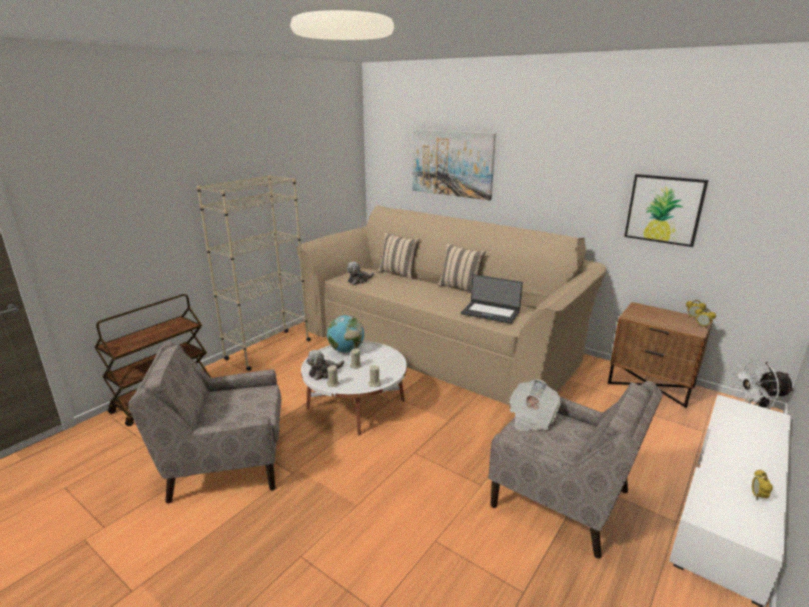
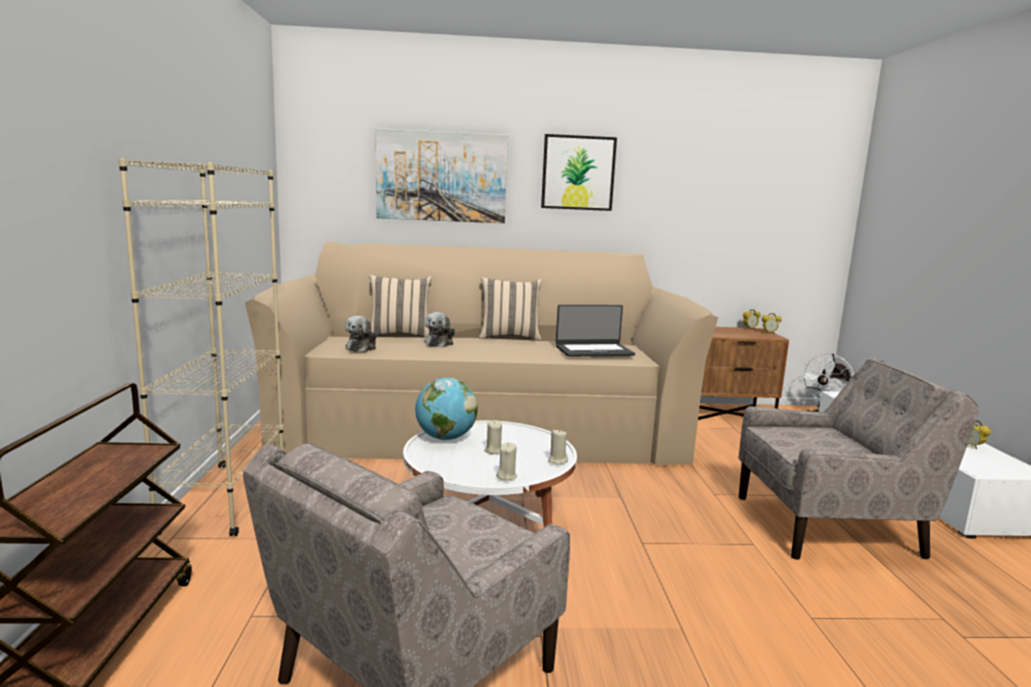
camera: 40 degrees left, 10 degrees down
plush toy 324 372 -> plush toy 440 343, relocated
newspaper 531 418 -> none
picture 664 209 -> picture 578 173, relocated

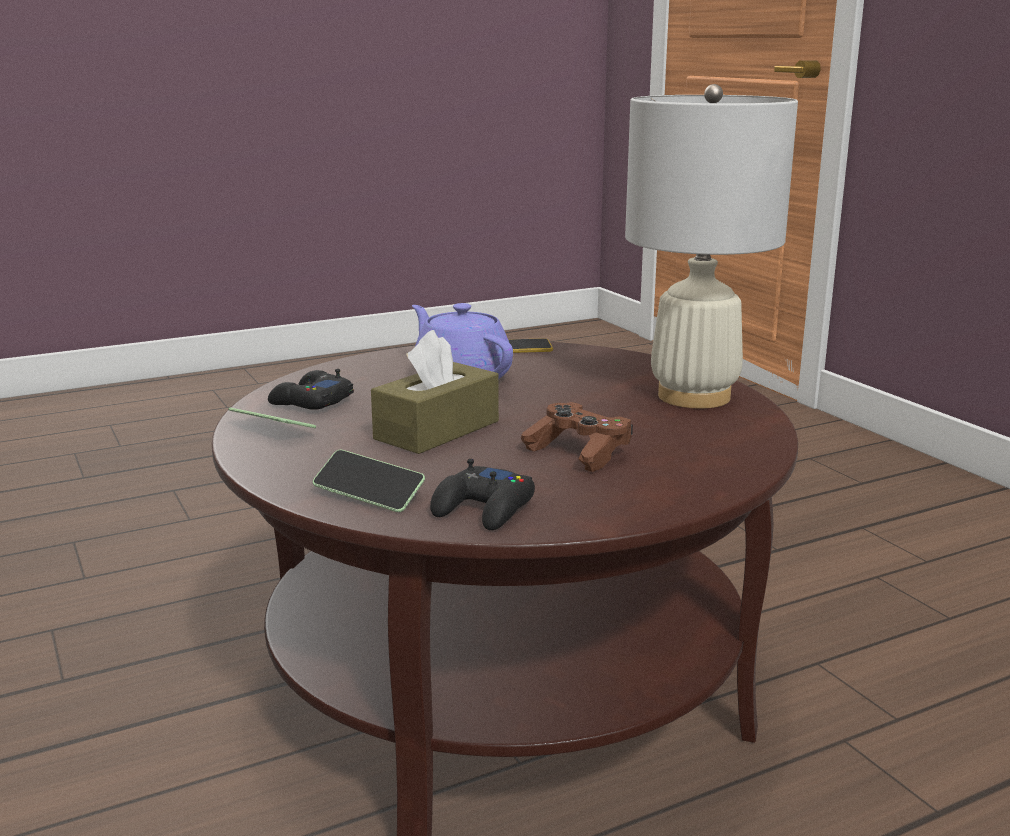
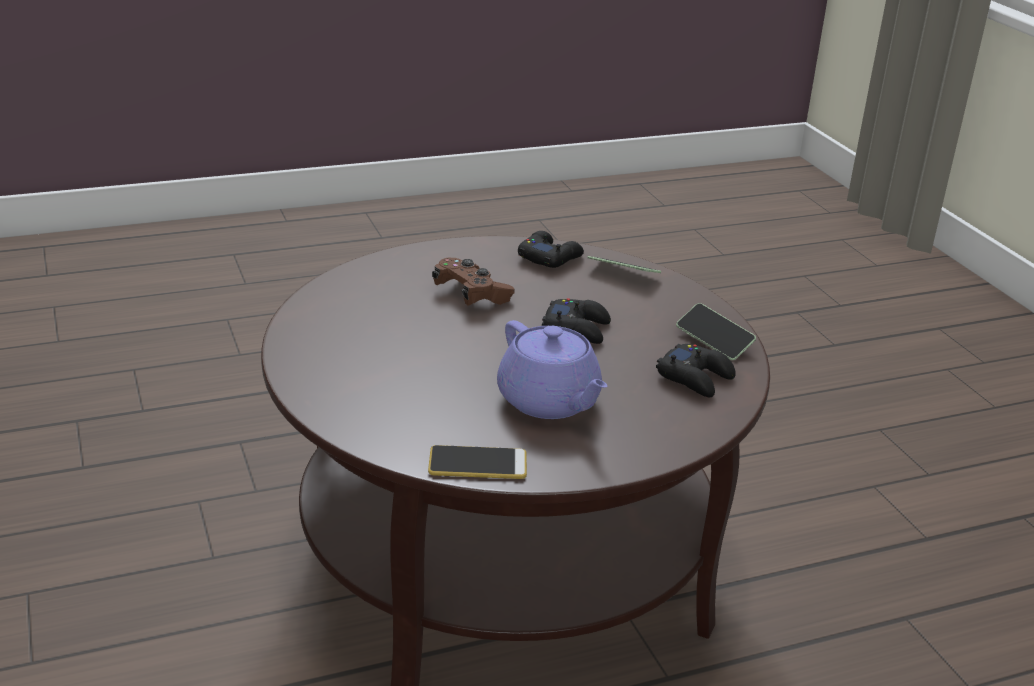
camera: 175 degrees left, 10 degrees up
tissue box/brown 437 430 -> game controller/black 577 328
table lamp/white 694 396 -> none

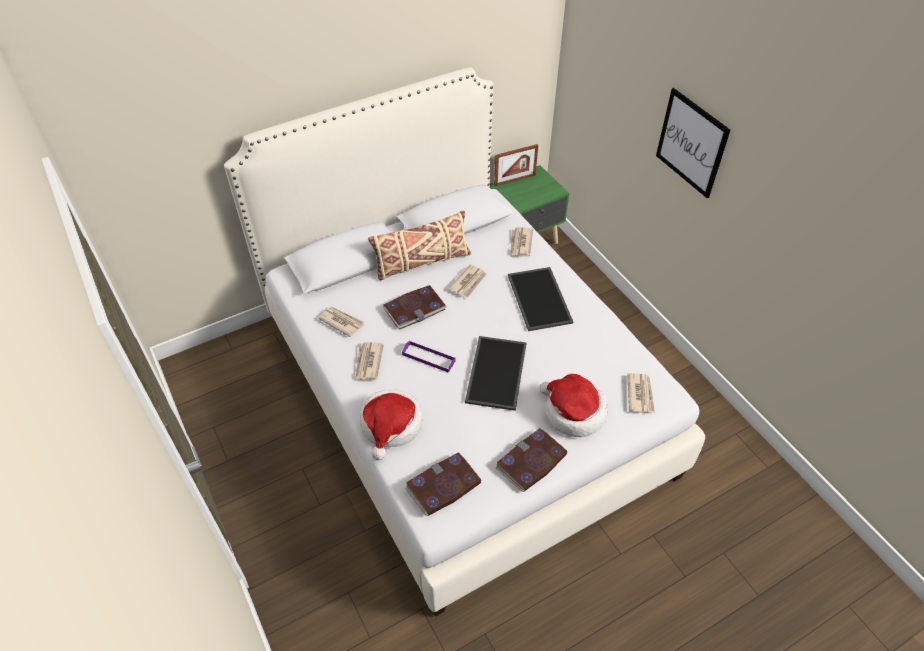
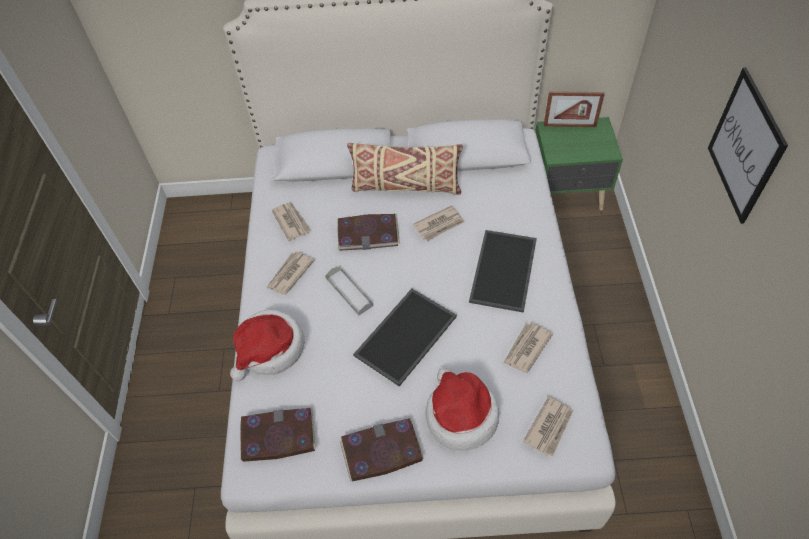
camera: 30 degrees right, 5 degrees up
tray/purple 428 358 -> tray/grey 349 292
newspaper 520 244 -> newspaper 526 348, relocated

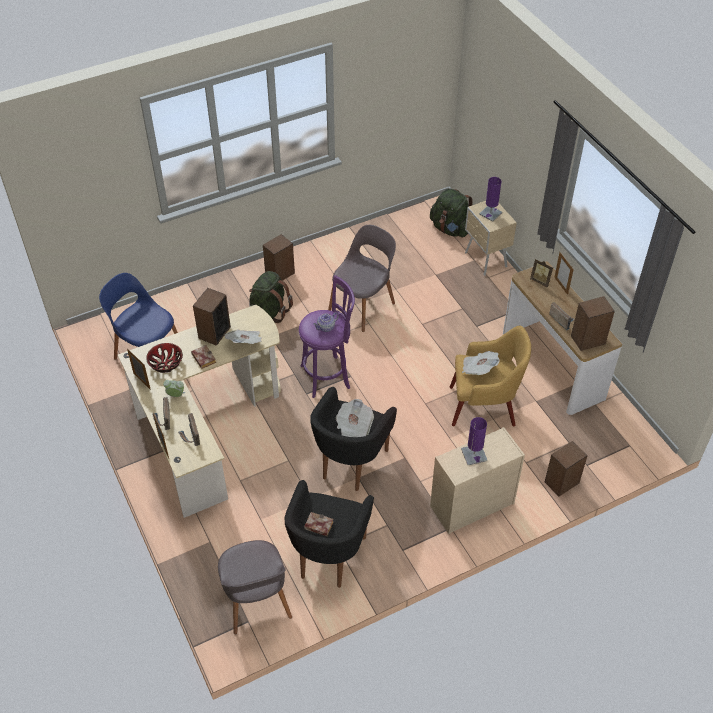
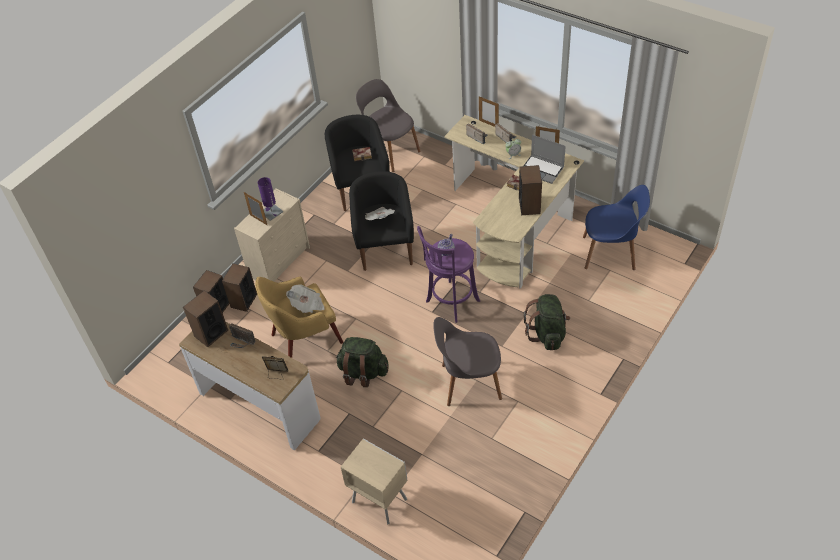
camera: 155 degrees right, 0 degrees up
bowl 165 363 -> laptop 542 170
newspaper 245 343 -> none
speaker 280 274 -> speaker 243 300, relocated
chair/grey 363 305 -> chair/grey 469 382, 75 degrees clockwise
backpack/green 450 229 -> backpack/green 363 372, relocated
table lamp/purple 490 213 -> none
picture frame 561 286 -> picture frame 258 220, relocated

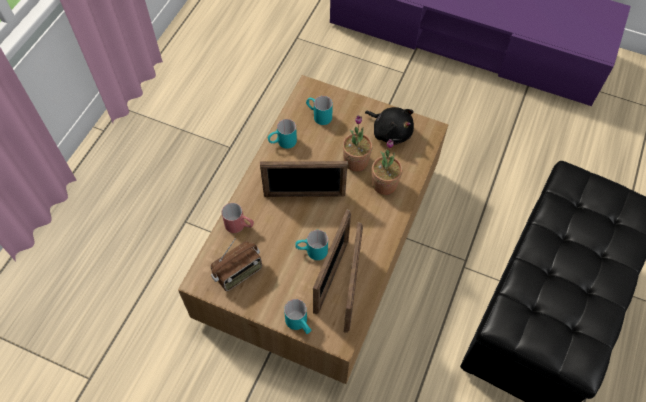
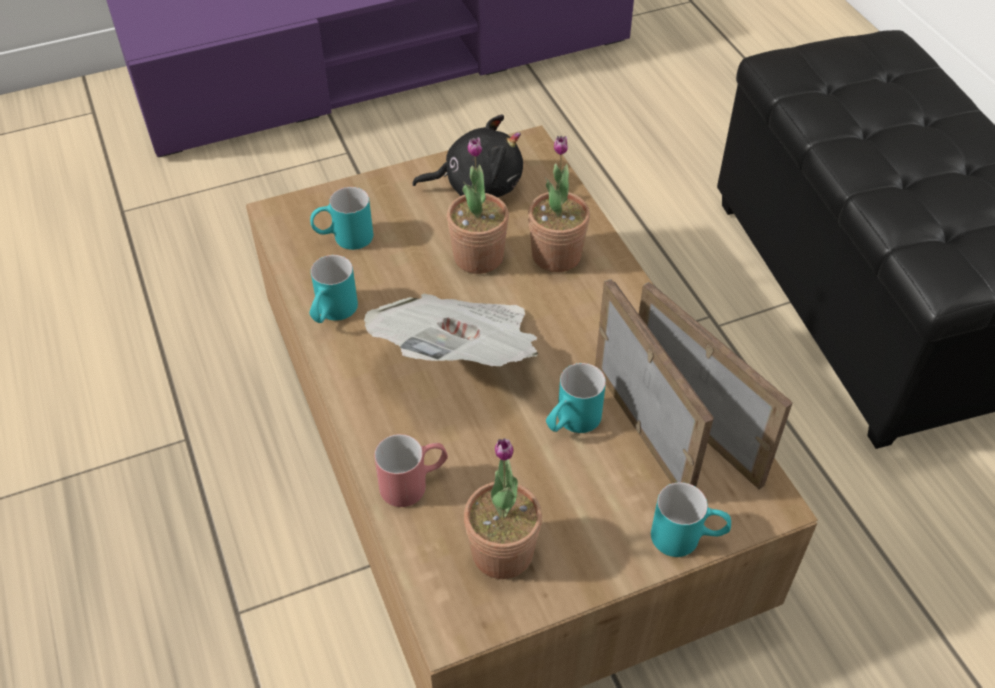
camera: 45 degrees left, 10 degrees down
radio 238 273 -> potted plant 502 552
picture frame 304 195 -> newspaper 461 357

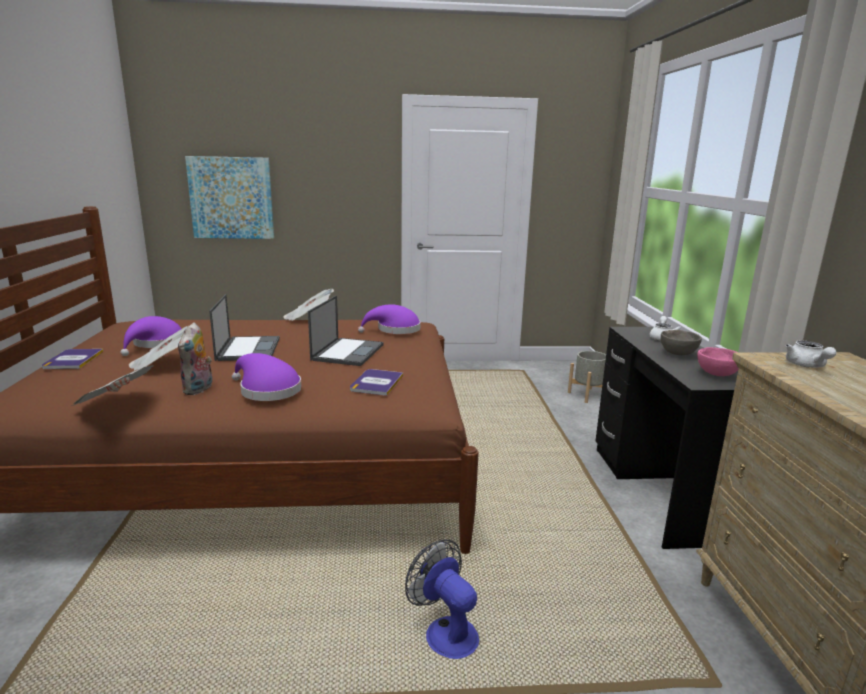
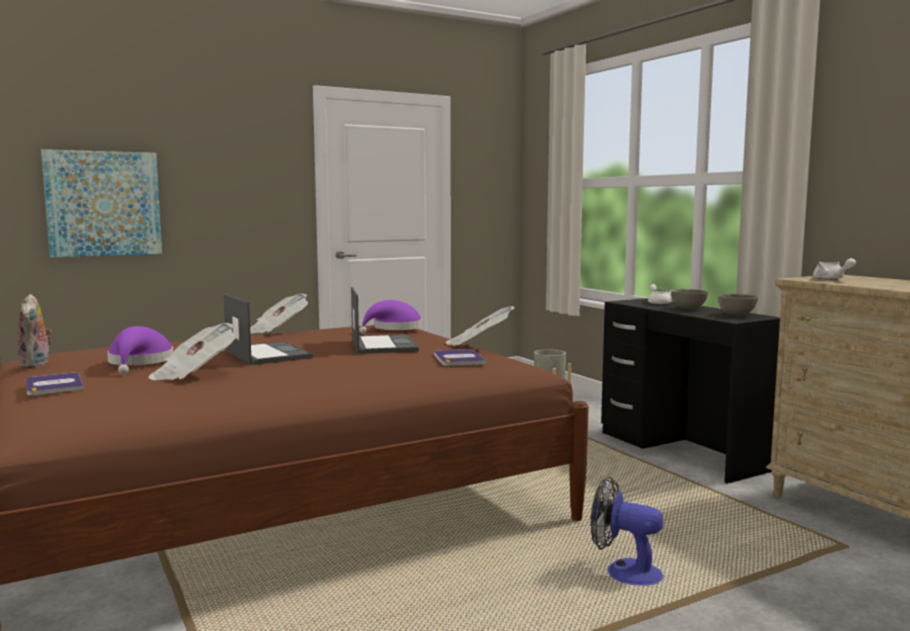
camera: 25 degrees left, 10 degrees down
newspaper 116 404 -> newspaper 478 344, relocated
plush toy 199 389 -> plush toy 36 365, relocated
hat/purple 267 390 -> none
bowl/pink 717 374 -> bowl/grey 736 315

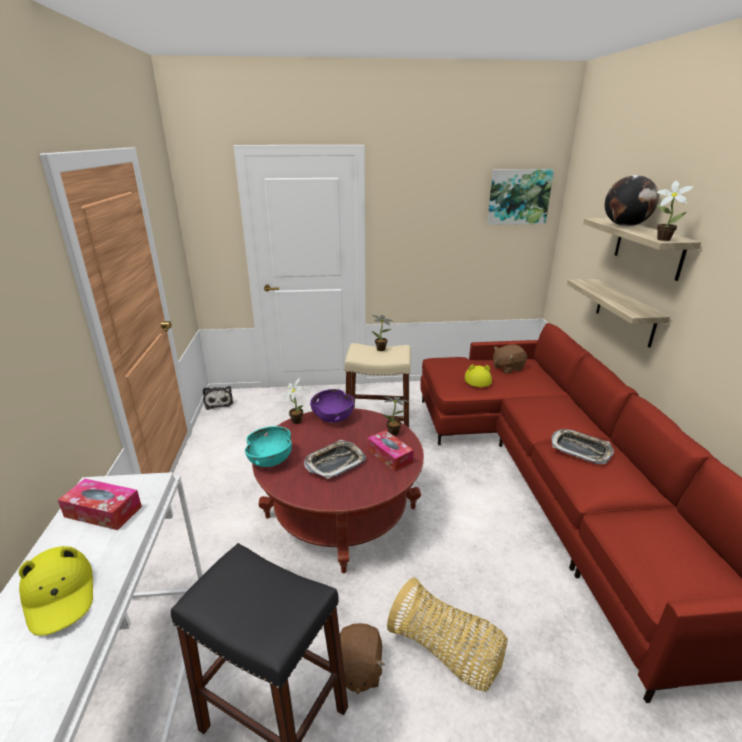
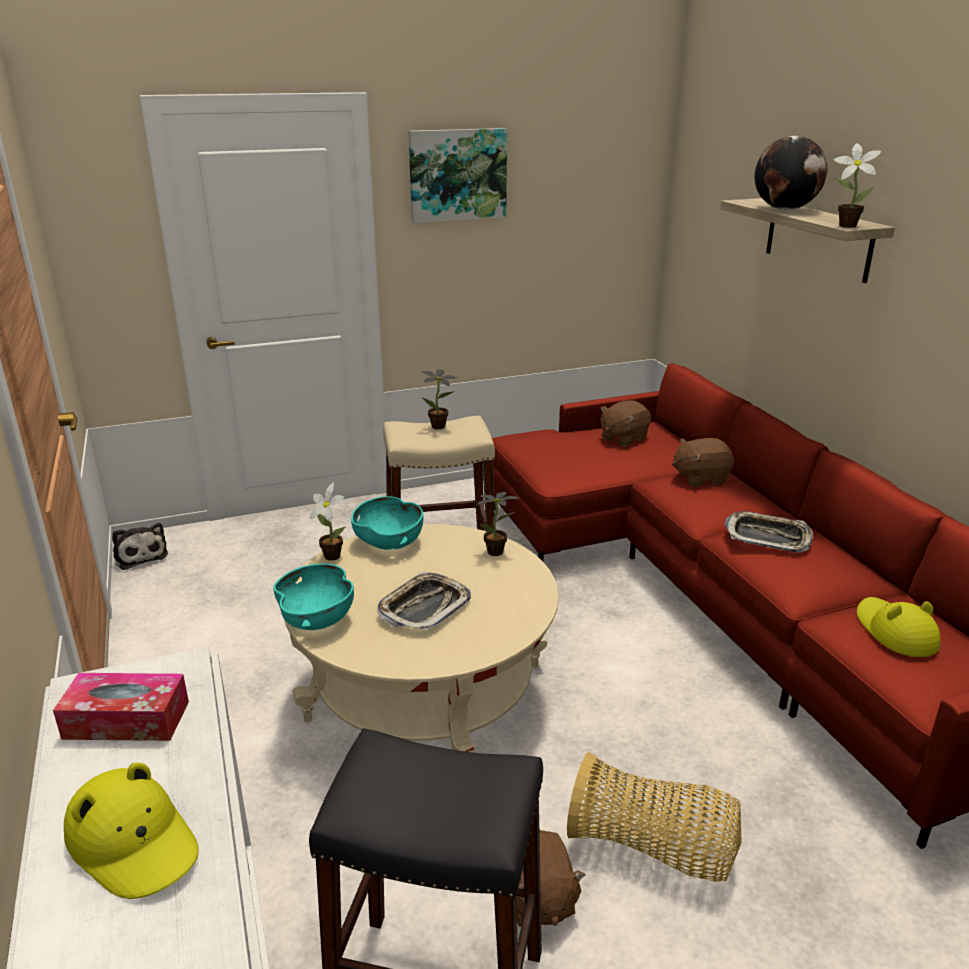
camera: 15 degrees left, 0 degrees up
coffee table/red 341 512 -> coffee table/beige 426 692
bowl/purple 333 417 -> bowl/turquoise 389 542
tissue box 389 456 -> none
hat/yellow 477 379 -> hat/yellow 895 631, relocated
picture 518 197 -> picture 457 175, relocated
shelf 625 312 -> none
none -> plush toy/brown 700 478

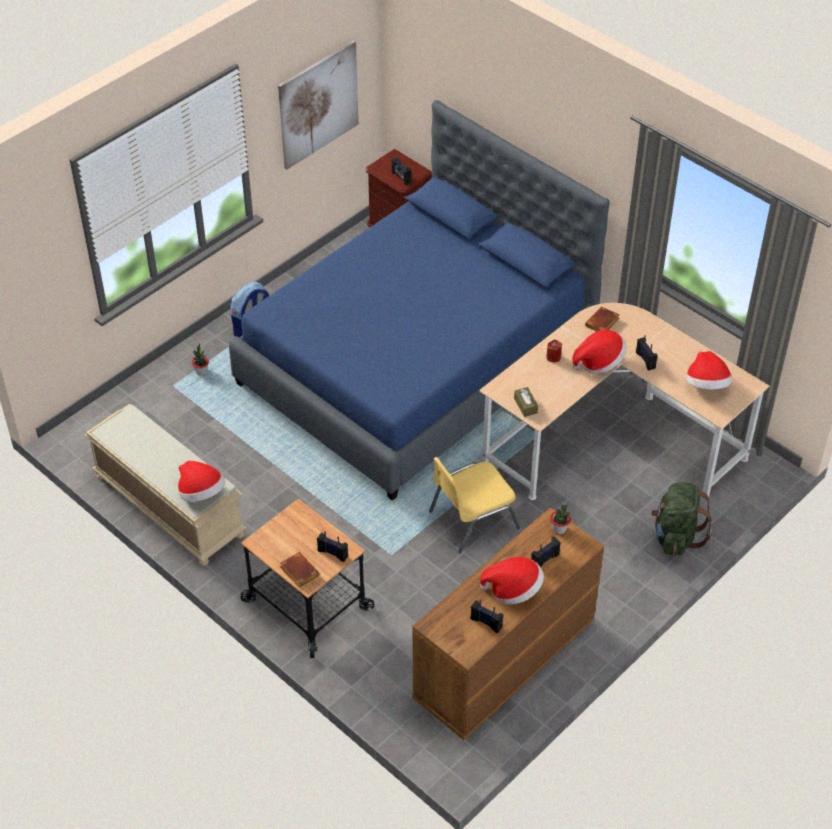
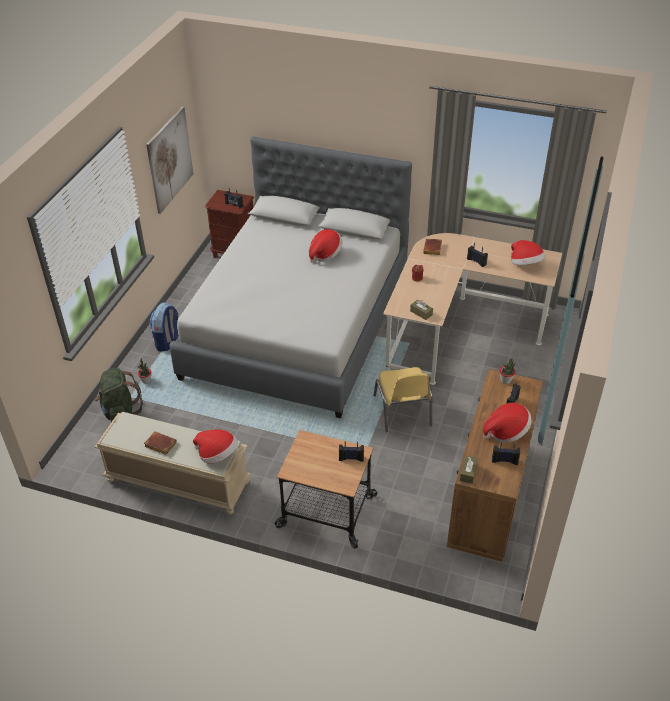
camera: 25 degrees left, 5 degrees down
bed/blue 416 362 -> bed/grey 298 325
book/brown 297 572 -> book/brown 159 445, relocated
chair/yellow 472 519 -> chair/yellow 403 411, 45 degrees counterclockwise
hat 599 362 -> hat 325 254, relocated
backpack/green 676 536 -> backpack/green 120 411, relocated
none -> tissue box/brown 468 473

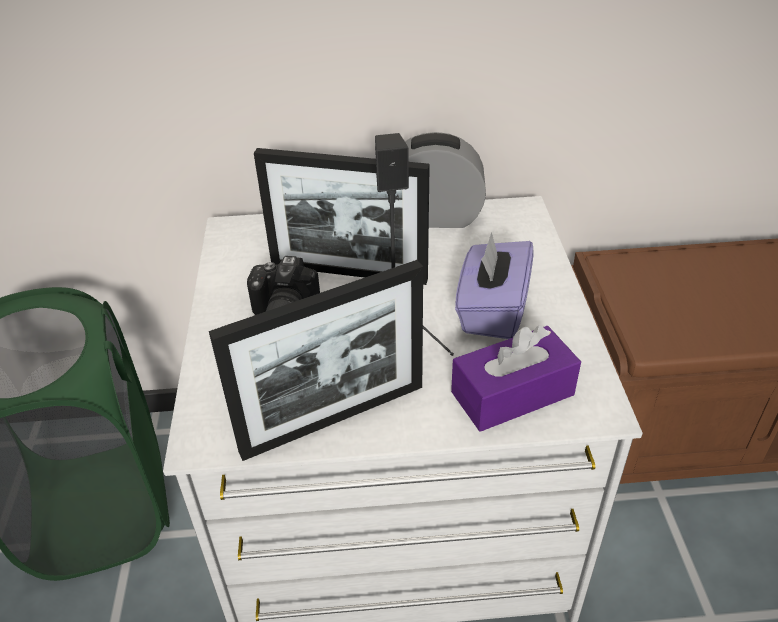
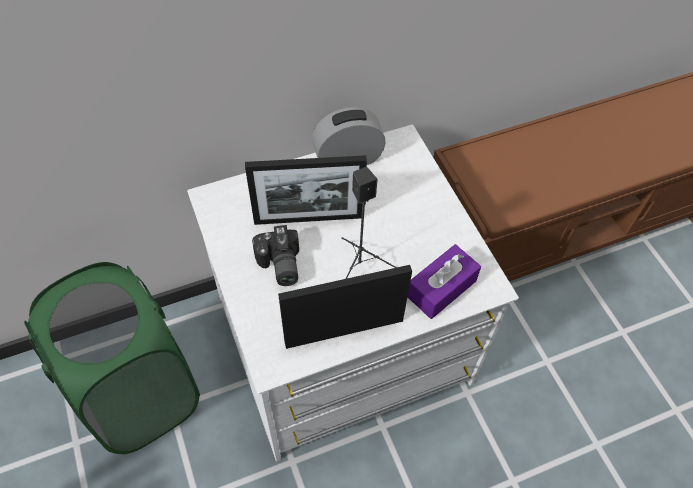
camera: 20 degrees left, 15 degrees up
picture frame 334 419 -> picture frame 344 331, 150 degrees counterclockwise
tissue box/purple 491 310 -> none

